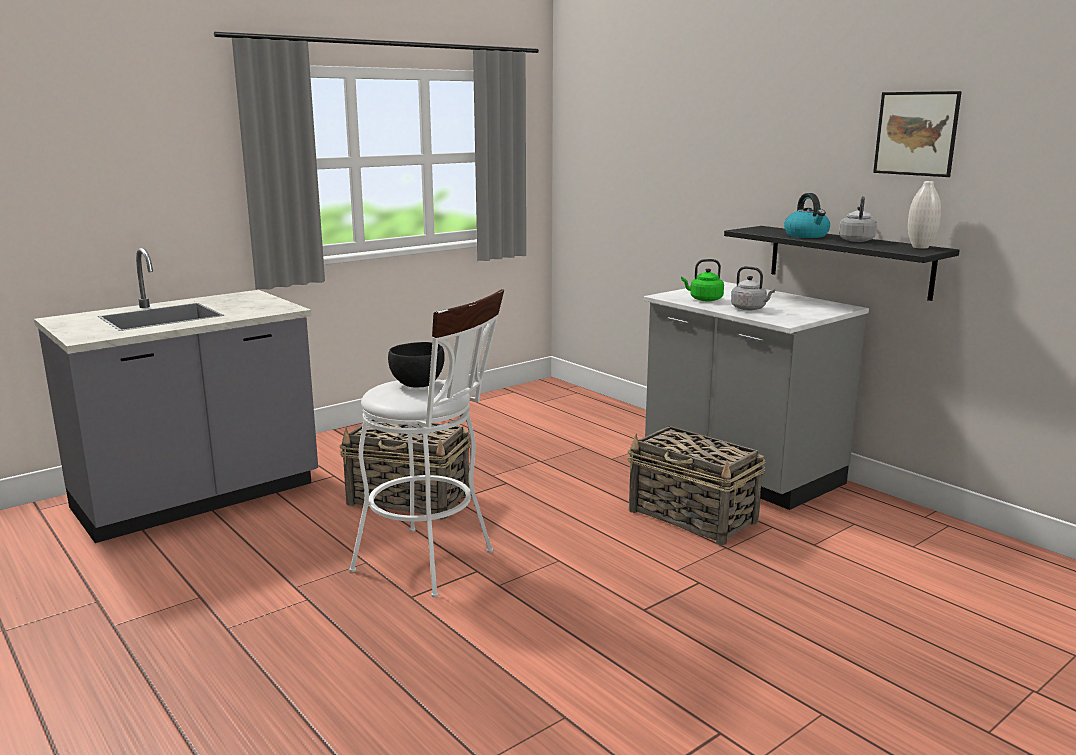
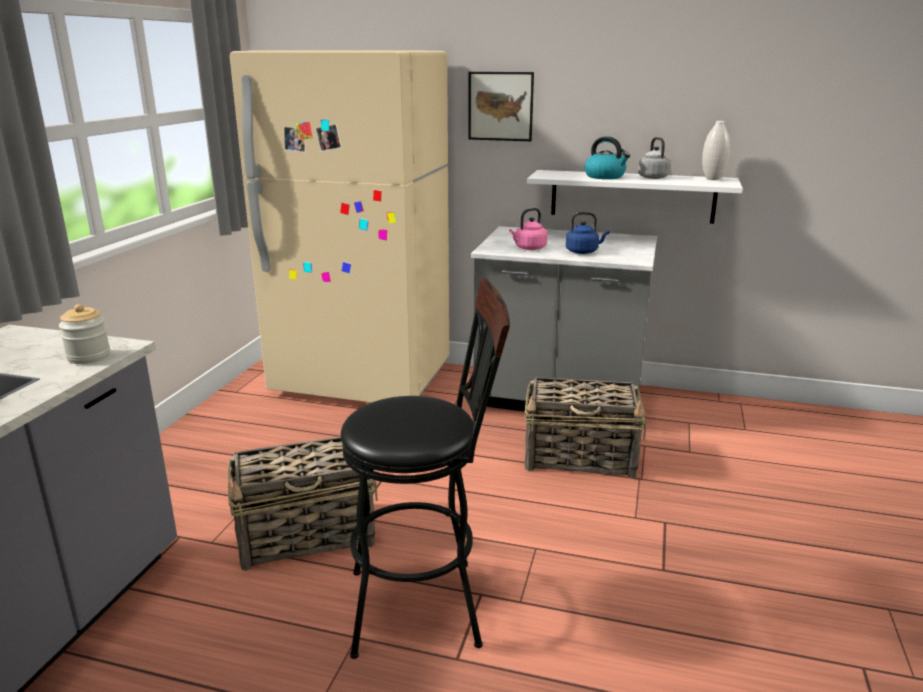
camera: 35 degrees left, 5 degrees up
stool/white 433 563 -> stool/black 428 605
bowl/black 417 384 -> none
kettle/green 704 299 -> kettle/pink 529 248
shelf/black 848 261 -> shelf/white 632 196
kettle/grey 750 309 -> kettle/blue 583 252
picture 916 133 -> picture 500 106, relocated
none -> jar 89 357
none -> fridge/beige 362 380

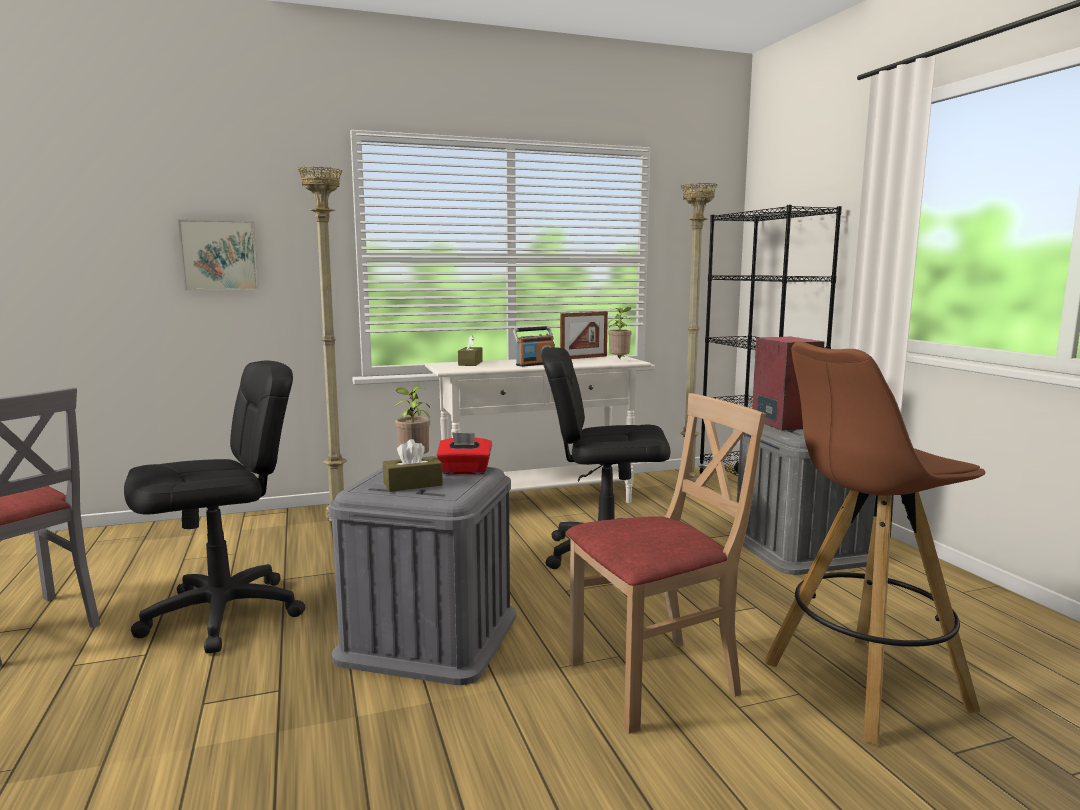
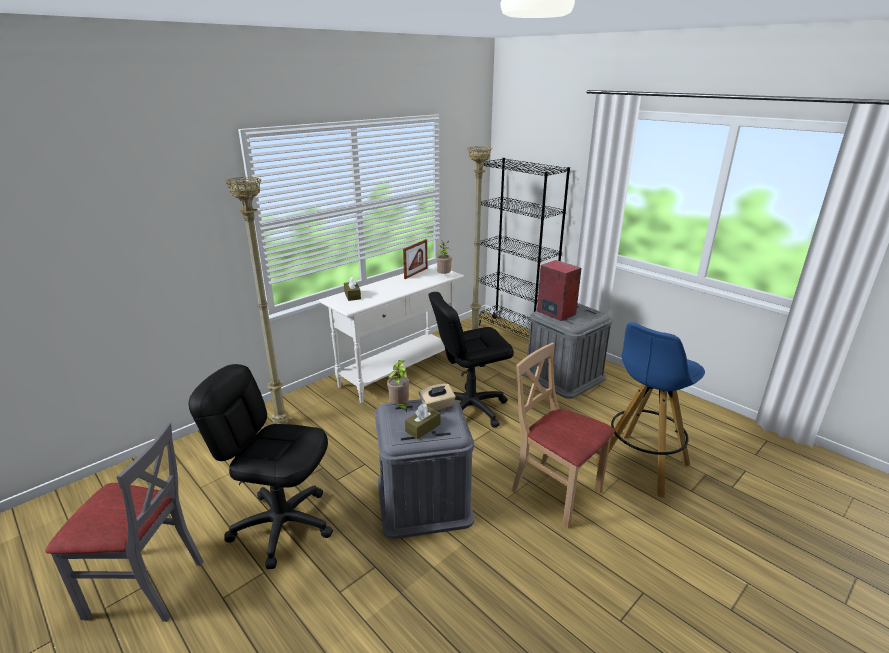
camera: 25 degrees left, 15 degrees up
office chair/black 224 614 -> office chair/black 282 525, 105 degrees counterclockwise
picture 220 255 -> none
tissue box/red 465 471 -> tissue box/beige 437 406
radio 534 364 -> none
chair/beige 654 680 -> chair/beige 555 492, 90 degrees counterclockwise
stool/brown 862 687 -> stool/blue 641 465

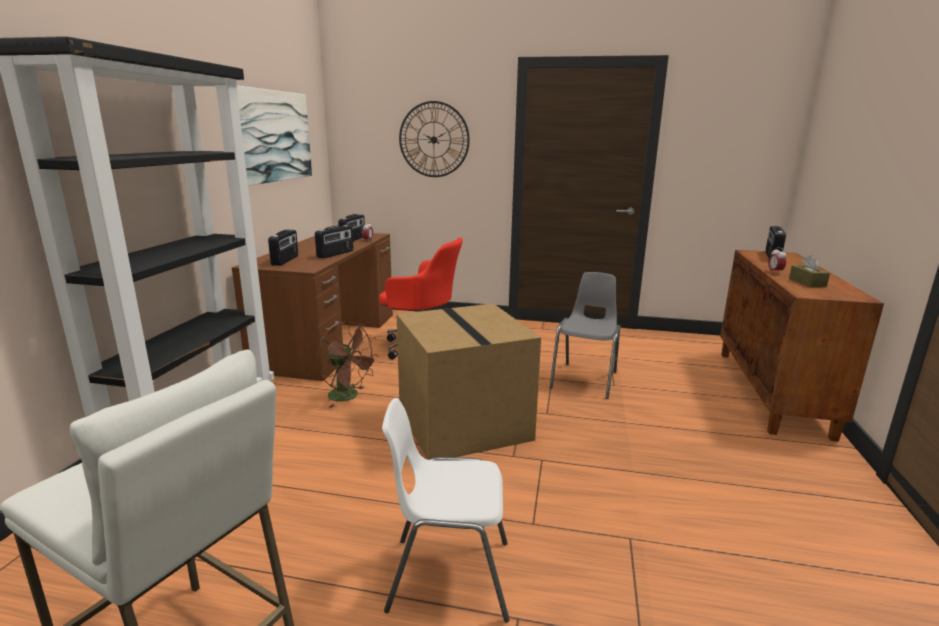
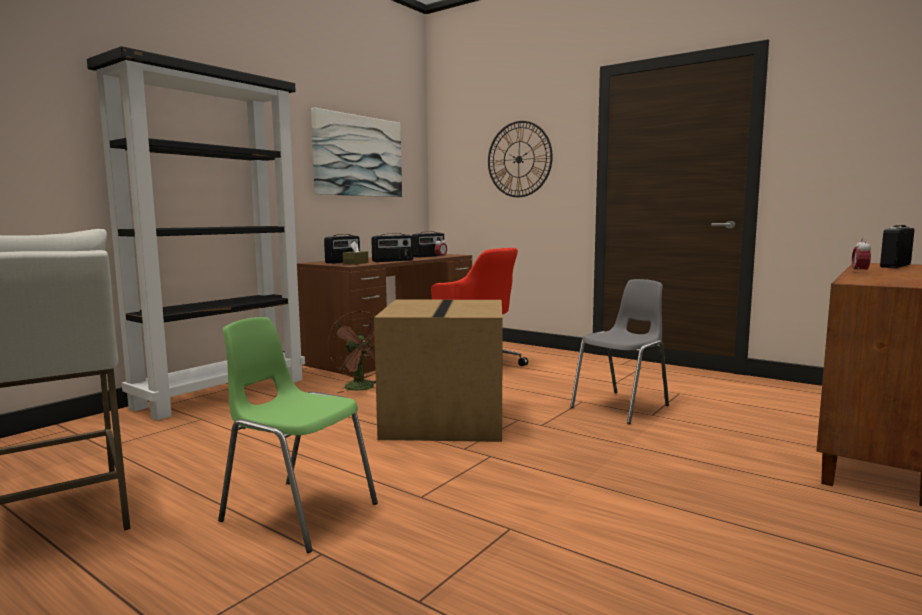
camera: 25 degrees right, 10 degrees down
chair/white 448 576 -> chair/green 298 512
tissue box/brown 807 282 -> tissue box/brown 356 263, relocated

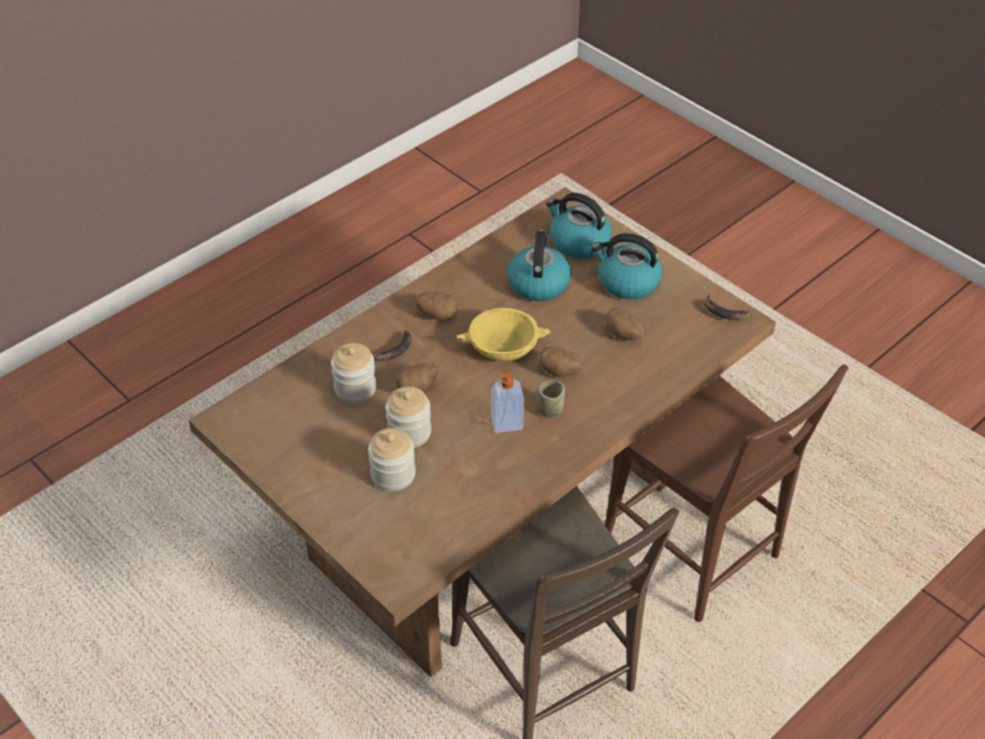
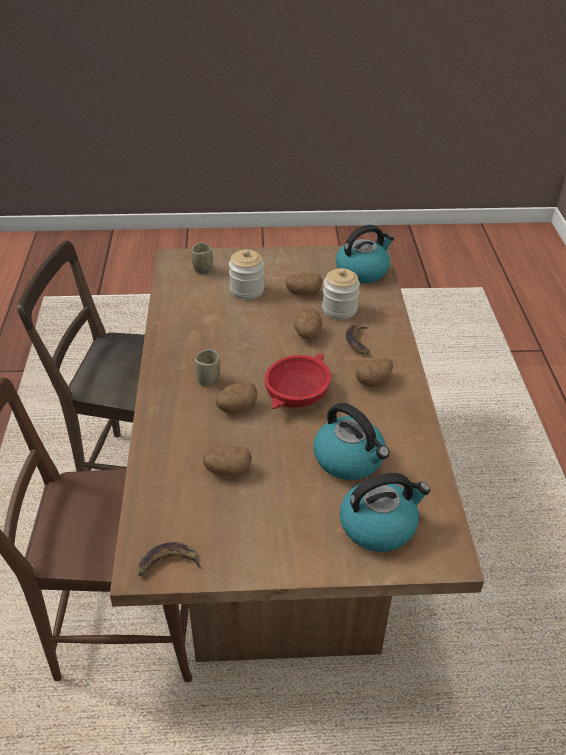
camera: 130 degrees right, 5 degrees down
jar 409 432 -> none
bowl/yellow 504 346 -> bowl/red 297 394
soap dispenser 507 424 -> none
kettle 627 282 -> kettle 362 271, relocated
none -> cup 203 269
none -> potato 303 293

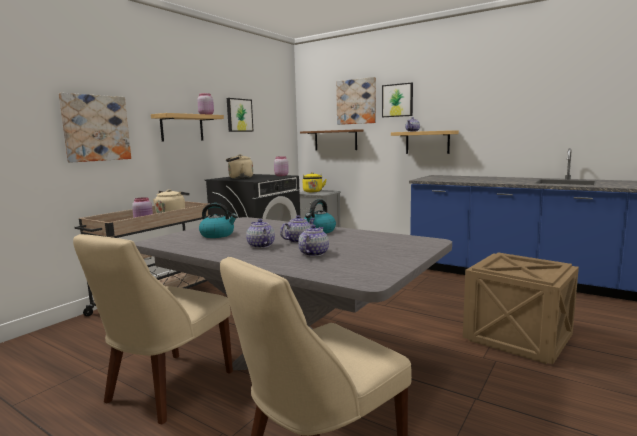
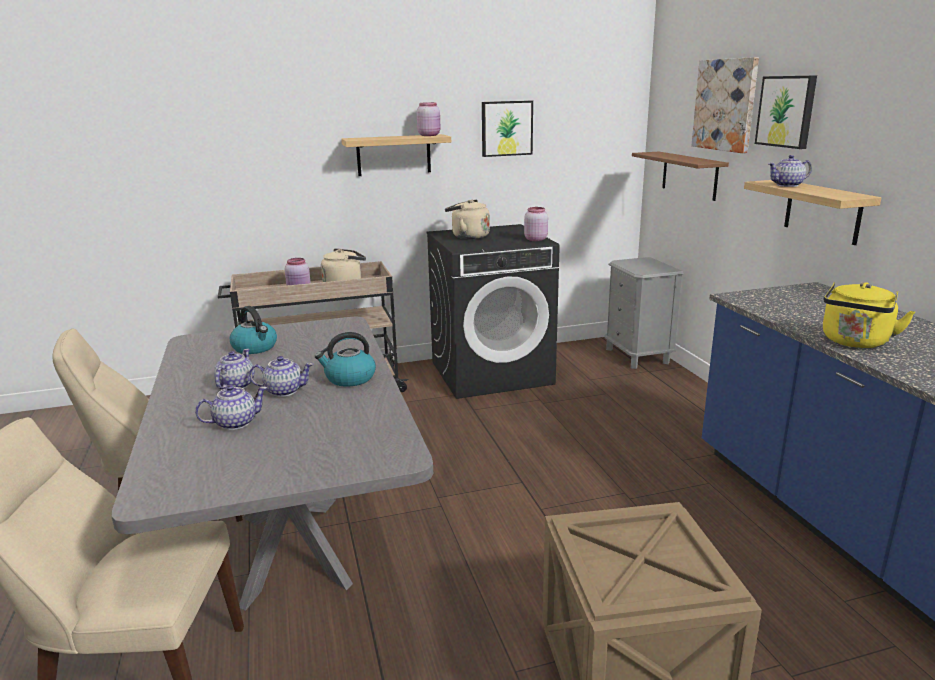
camera: 40 degrees right, 10 degrees up
picture 96 128 -> none
kettle/yellow 313 192 -> kettle/yellow 855 342, relocated

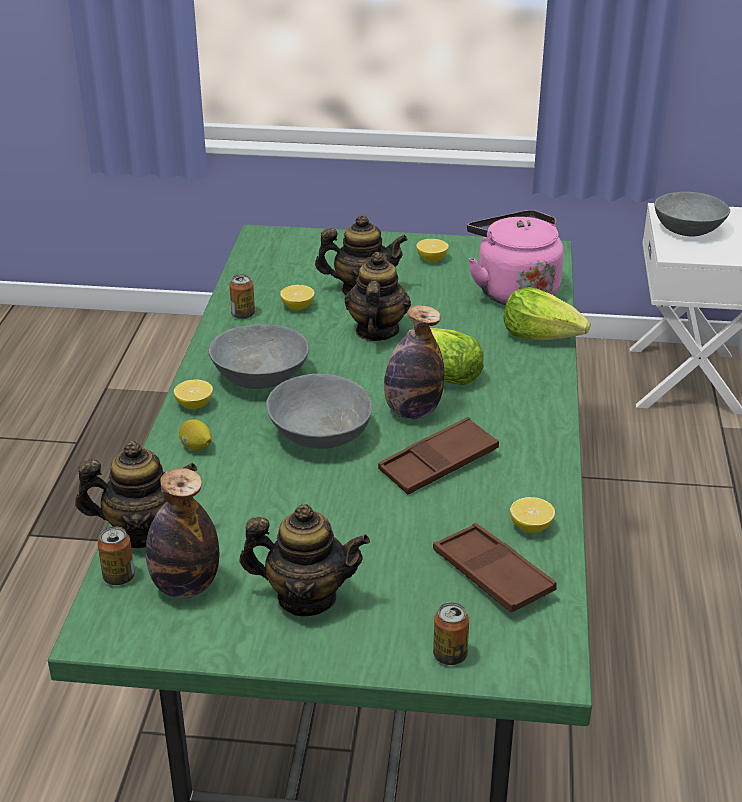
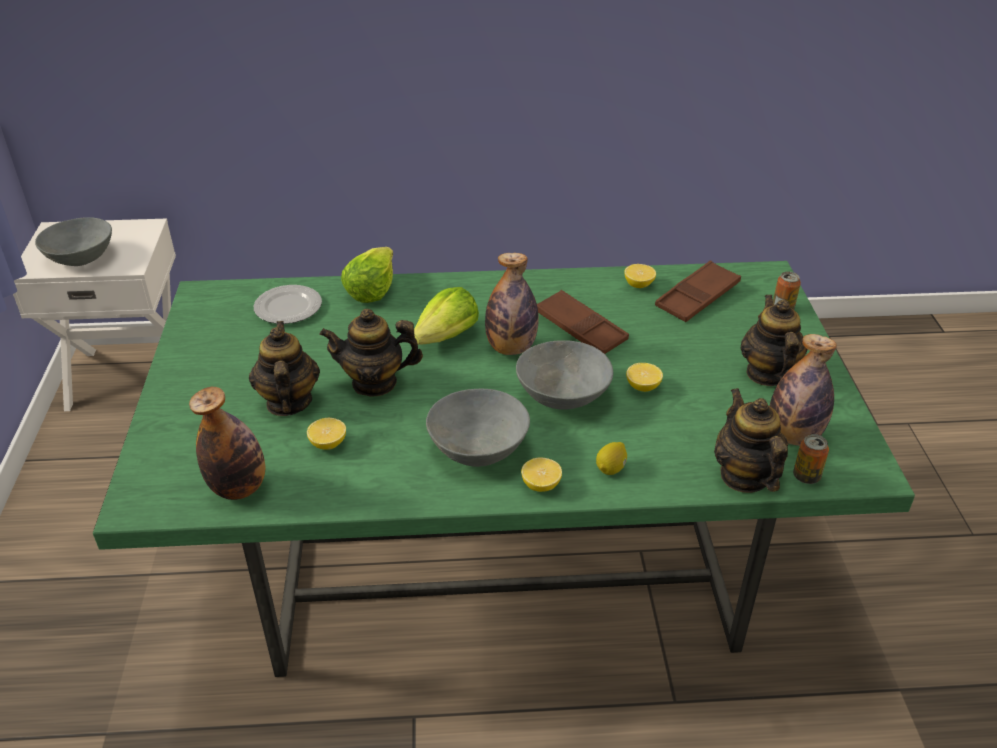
camera: 100 degrees left, 5 degrees up
can 243 315 -> none
lemon 431 259 -> lemon 643 387, relocated
kettle/pink 513 291 -> plate 287 308
none -> bottle 238 488

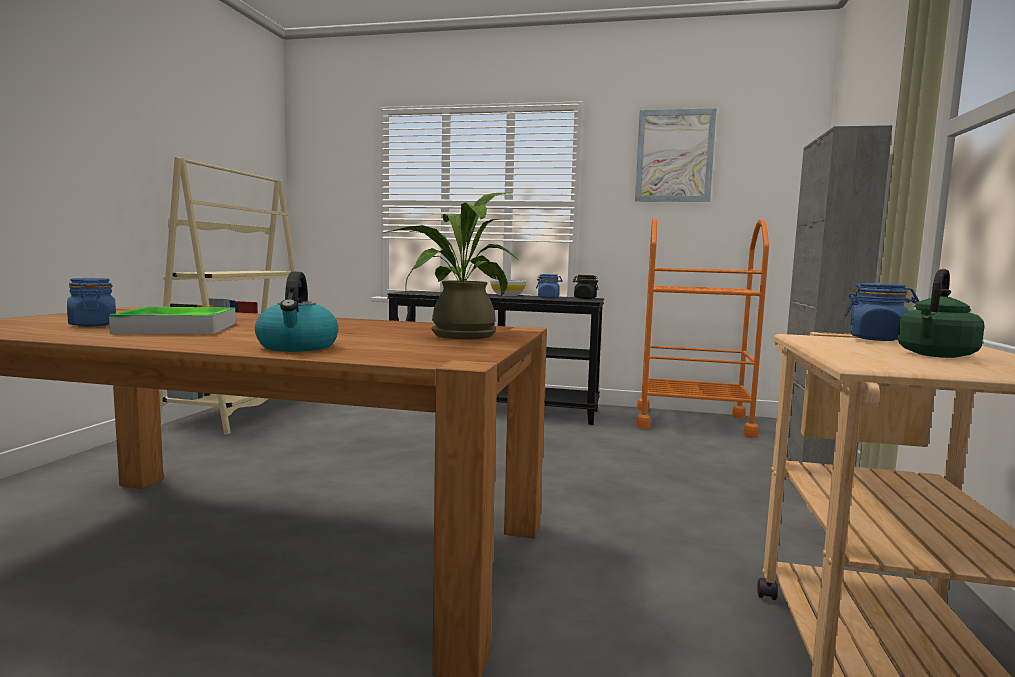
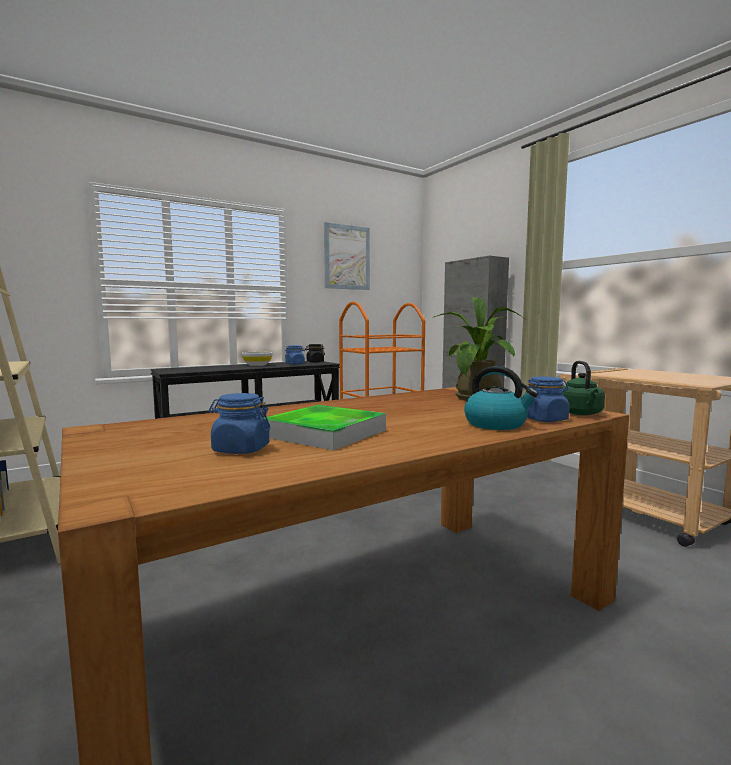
camera: 45 degrees left, 0 degrees up
jar/blue 877 339 -> jar/blue 544 419, relocated
kettle/green 935 355 -> kettle/green 581 413, relocated

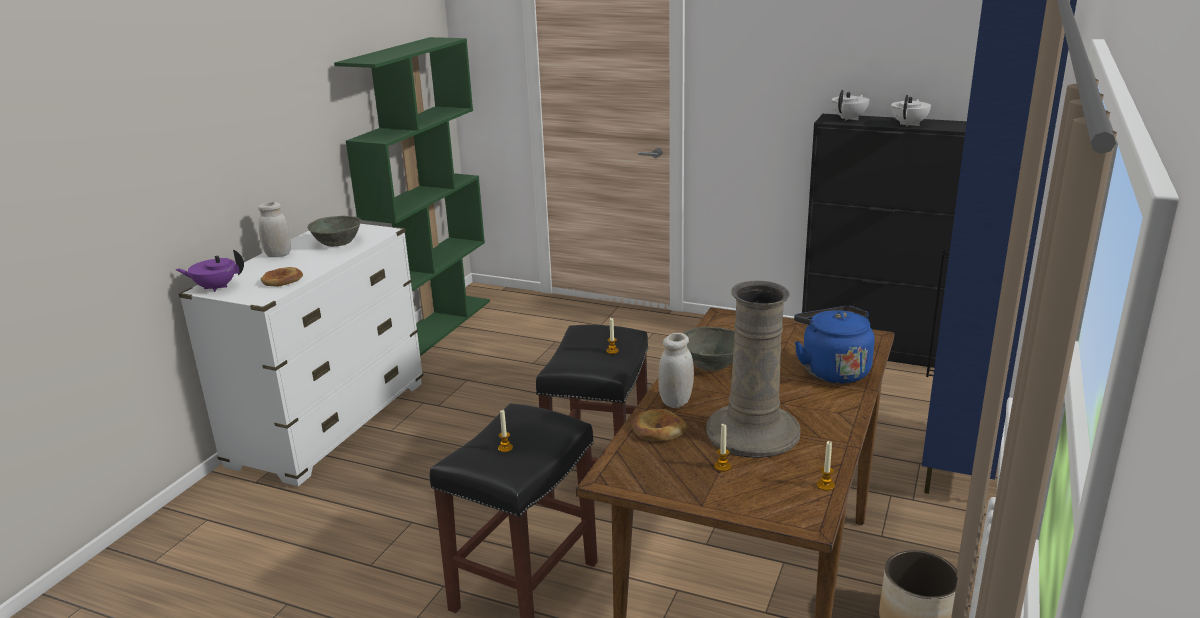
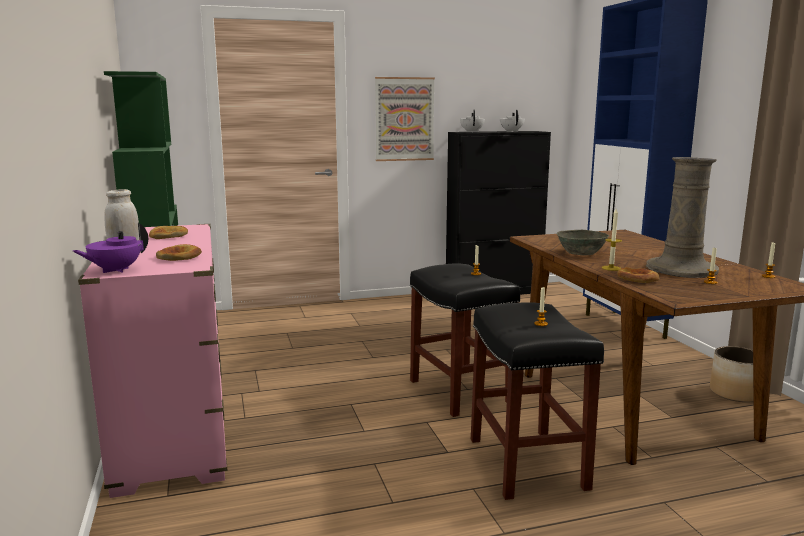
camera: 40 degrees left, 10 degrees down
dresser/white 330 424 -> dresser/pink 174 431
bowl/grey 338 243 -> bread 169 236
jar/white 676 401 -> candle 611 268
kettle/blue 832 370 -> none
none -> picture 404 119

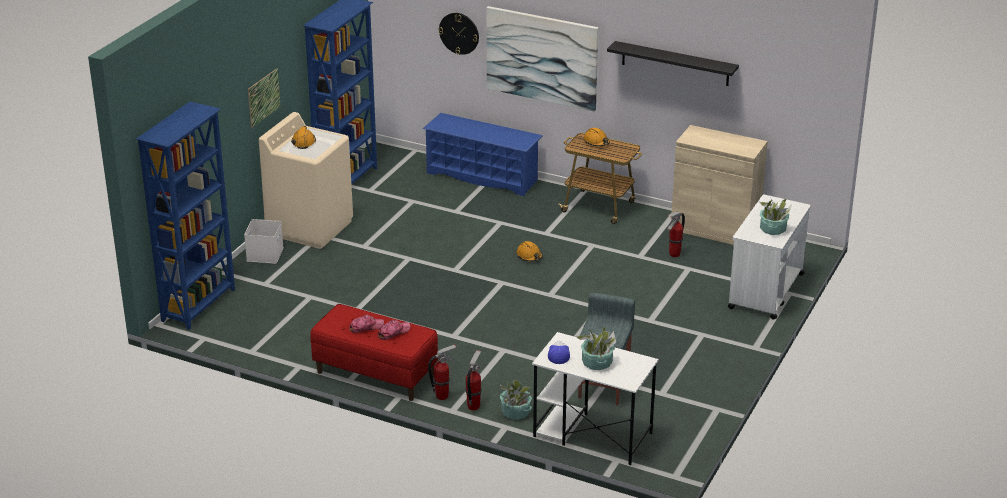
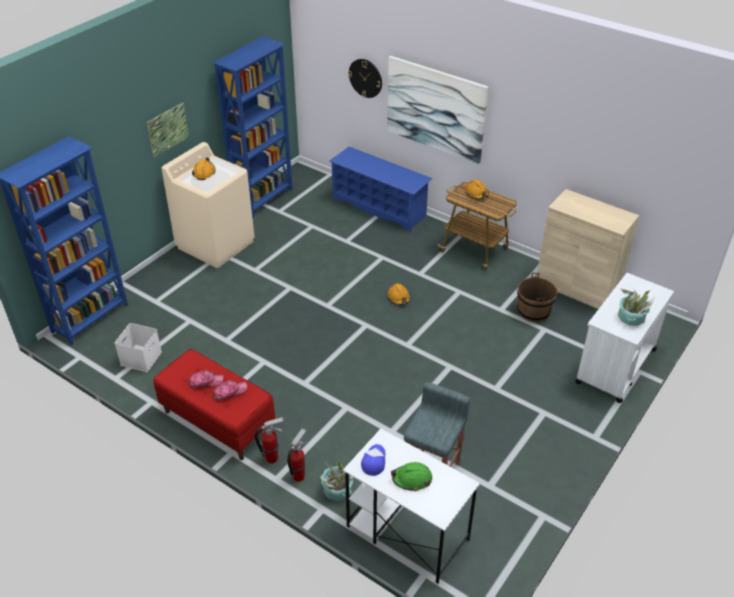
camera: 10 degrees right, 10 degrees up
storage box/white 264 254 -> storage box/white 141 357, relocated
potted plant 597 362 -> hard hat/green 412 479
shelf/black 675 63 -> none
fire extinguisher 674 254 -> bucket/brown 533 311

